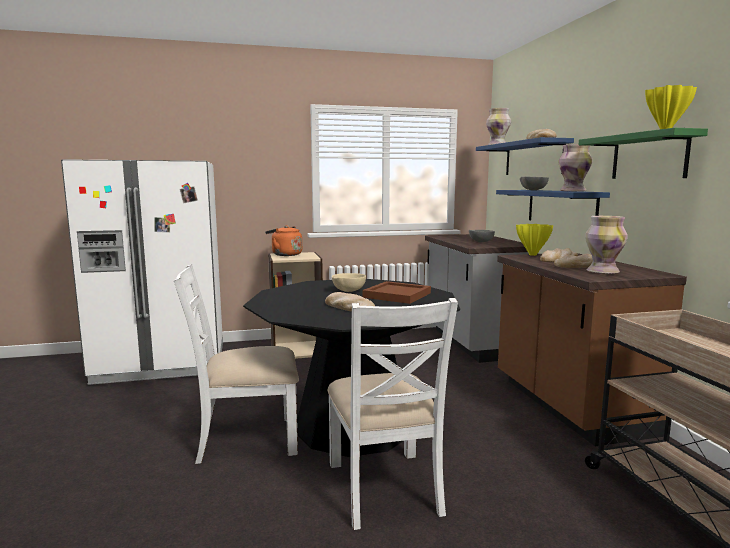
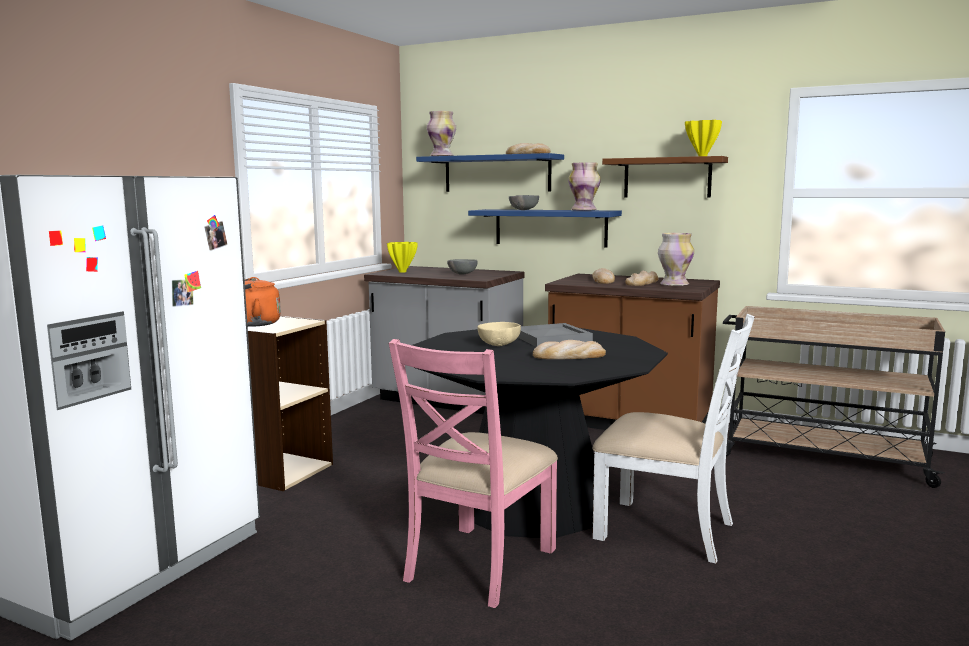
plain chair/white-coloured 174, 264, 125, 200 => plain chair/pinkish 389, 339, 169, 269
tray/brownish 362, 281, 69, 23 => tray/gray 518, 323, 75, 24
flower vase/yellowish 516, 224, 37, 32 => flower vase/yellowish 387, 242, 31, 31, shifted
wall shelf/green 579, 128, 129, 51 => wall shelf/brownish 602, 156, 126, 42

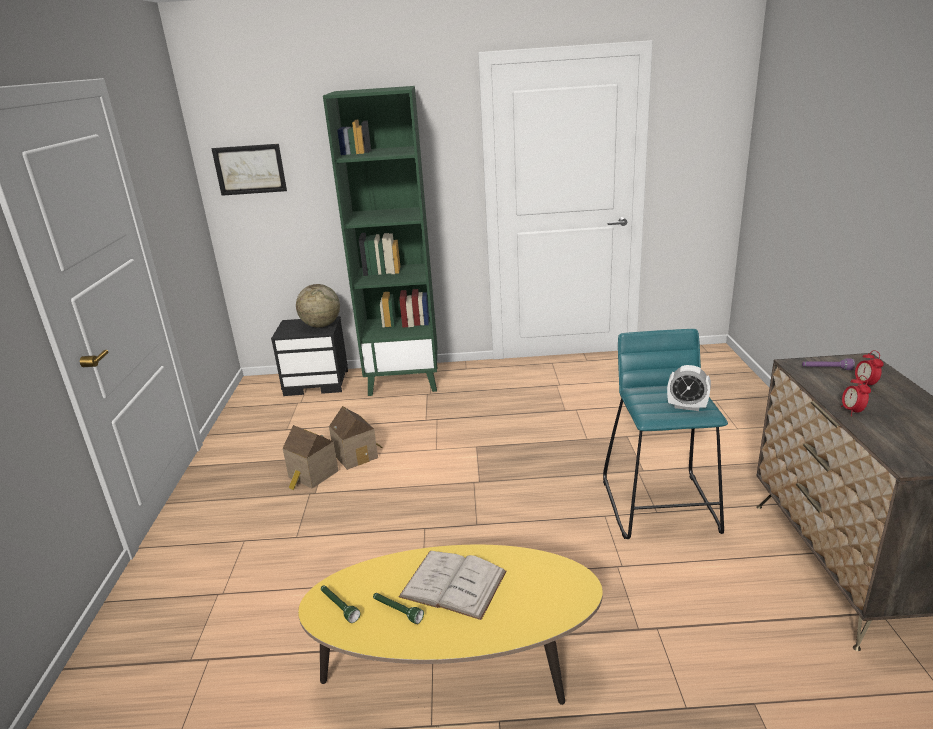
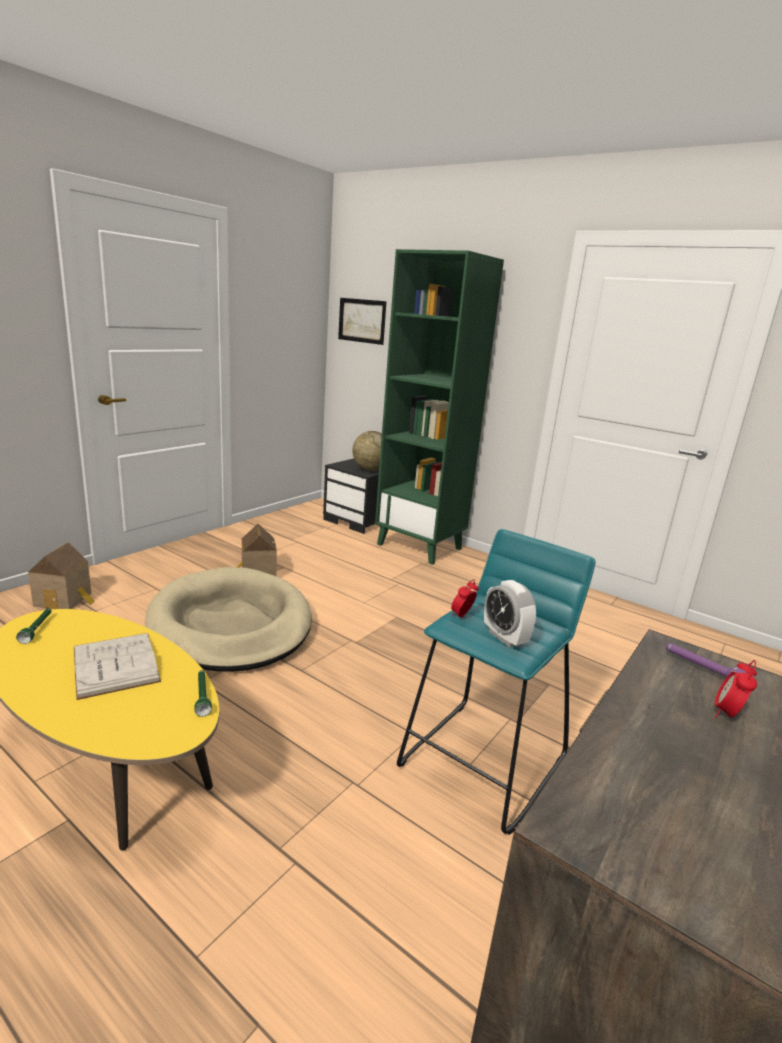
model house 329, 406, 53, 64 => model house 28, 542, 67, 67, shifted
flashlight/green 373, 593, 51, 31 => flashlight/green 194, 670, 18, 47, shifted
table clock 841, 375, 30, 41 => table clock 451, 579, 28, 39, shifted
nothing => dog cushion/beige 145, 567, 167, 105

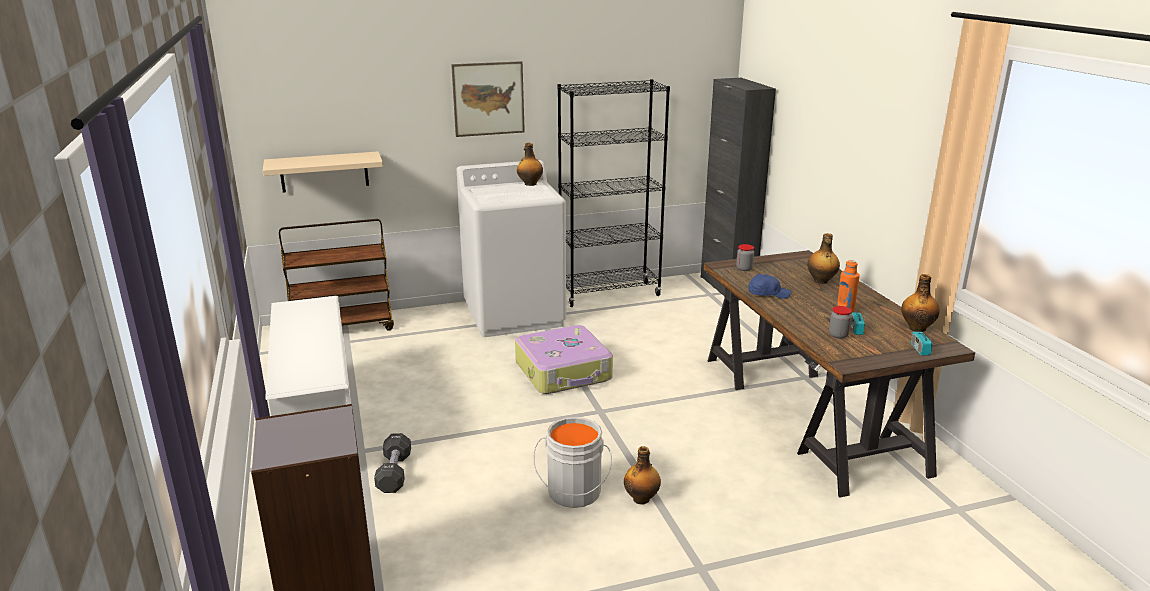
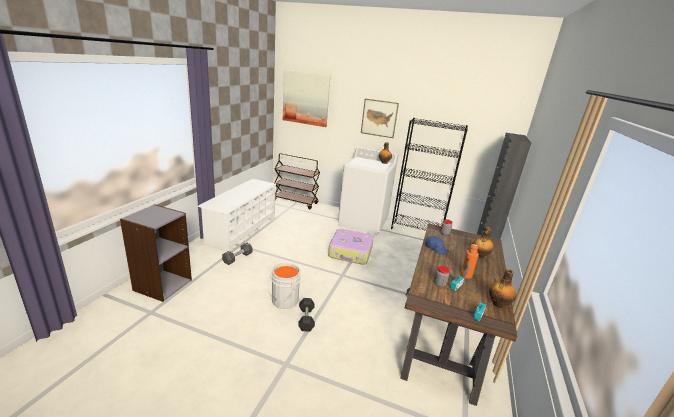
wall shelf/beige 263, 151, 120, 42 => nothing
beverage bottle 624, 446, 37, 58 => dumbbell/black-coloured 298, 298, 17, 33
nothing => wall art 283, 70, 48, 57

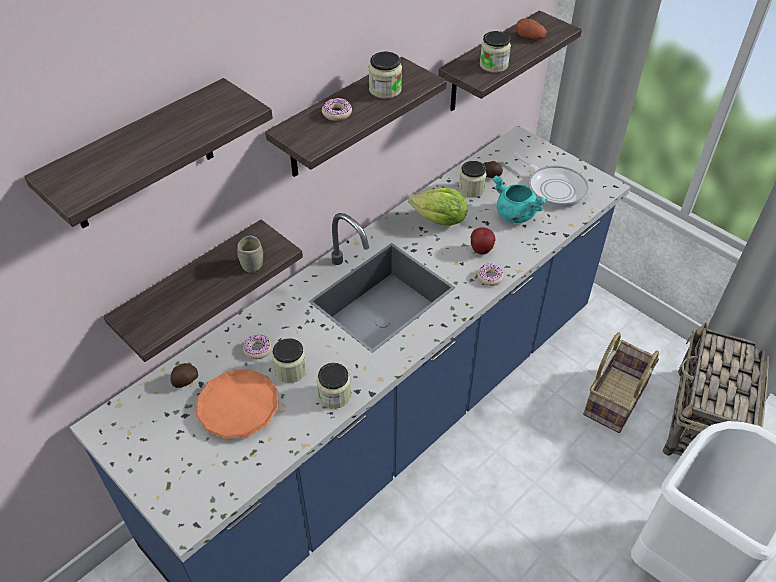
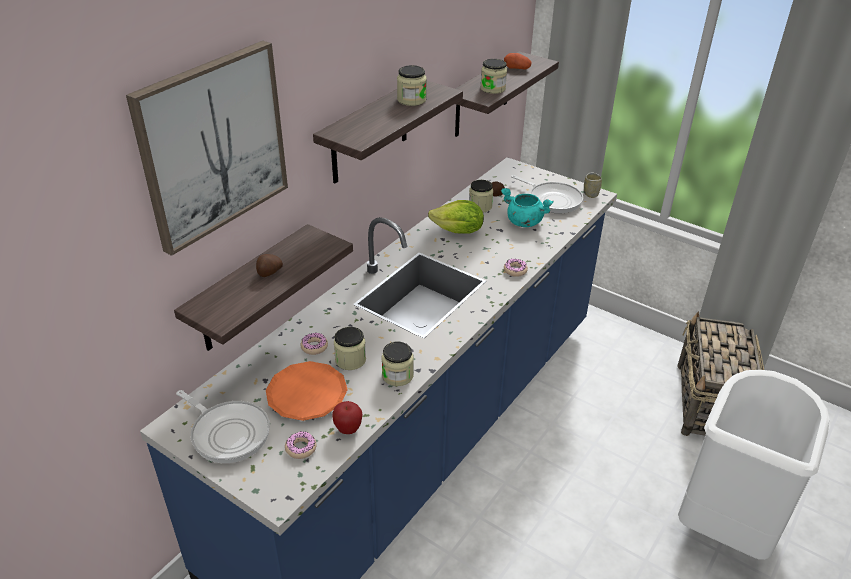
wall shelf 24, 78, 249, 150 => wall art 126, 41, 162, 215
potato 171, 363, 27, 25 => potato 256, 254, 27, 23, shifted
small cup 237, 236, 26, 37 => small cup 584, 172, 18, 26, shifted
ring doughnut 322, 98, 30, 23 => ring doughnut 285, 431, 31, 28, shifted
whole apple 471, 228, 25, 26 => whole apple 332, 401, 31, 33, shifted
household basket 583, 333, 76, 100 => nothing
nothing => frying pan 176, 390, 94, 73

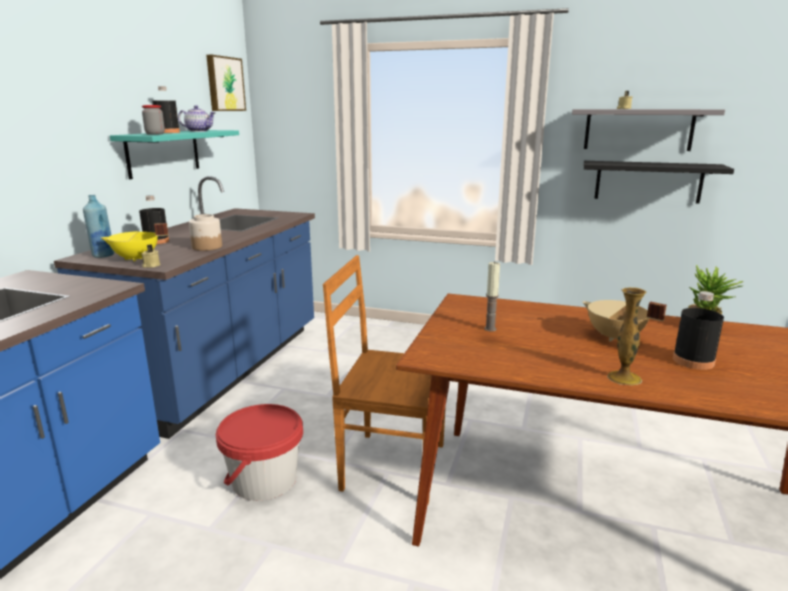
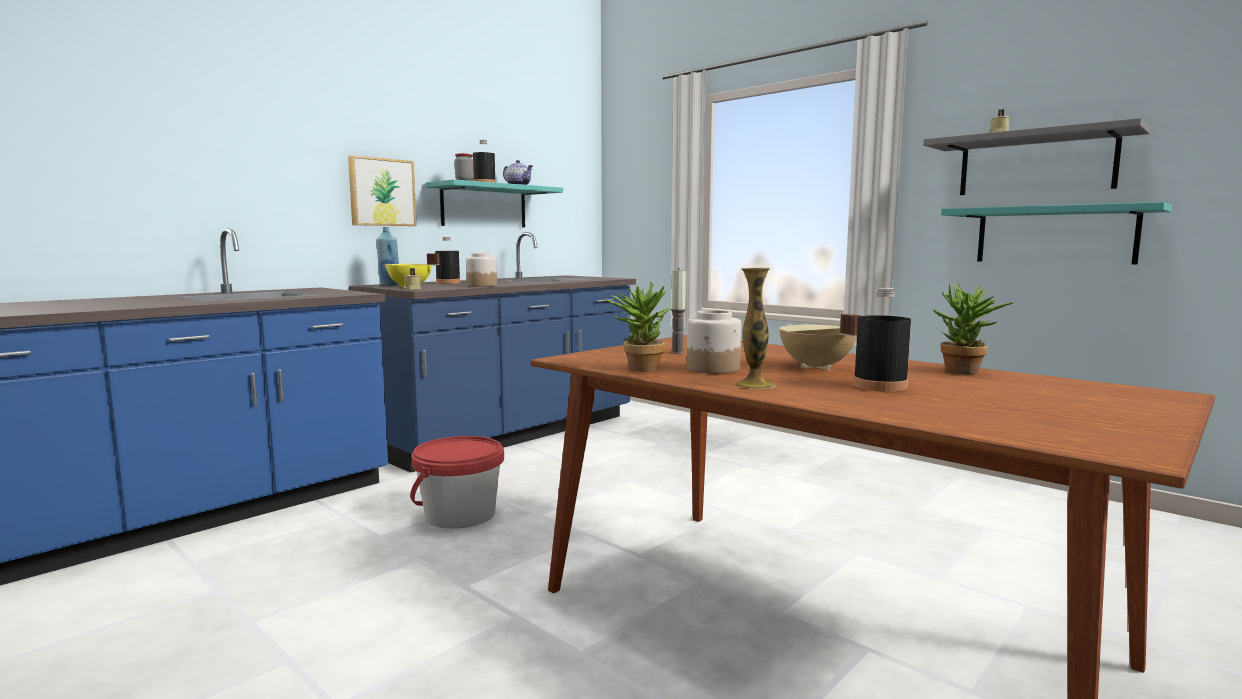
wall art 206, 55, 40, 56 => wall art 348, 155, 69, 71, shifted
plain chair/brownish 323, 255, 123, 249 => nothing
wall shelf/black-coloured 584, 161, 150, 43 => wall shelf/turquoise-coloured 941, 202, 231, 62
nothing => plant in a pot 605, 281, 65, 91
nothing => jar 687, 310, 54, 64

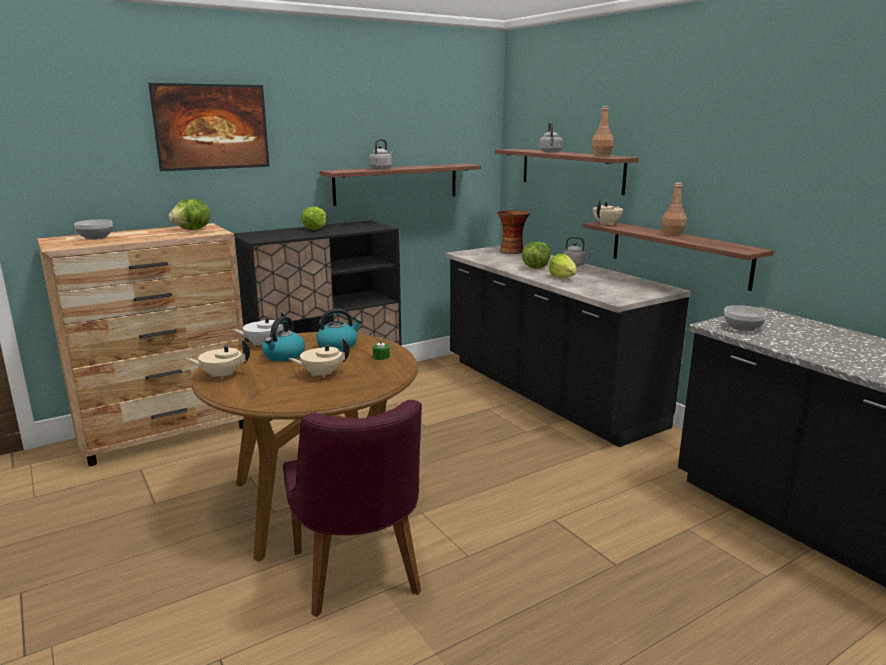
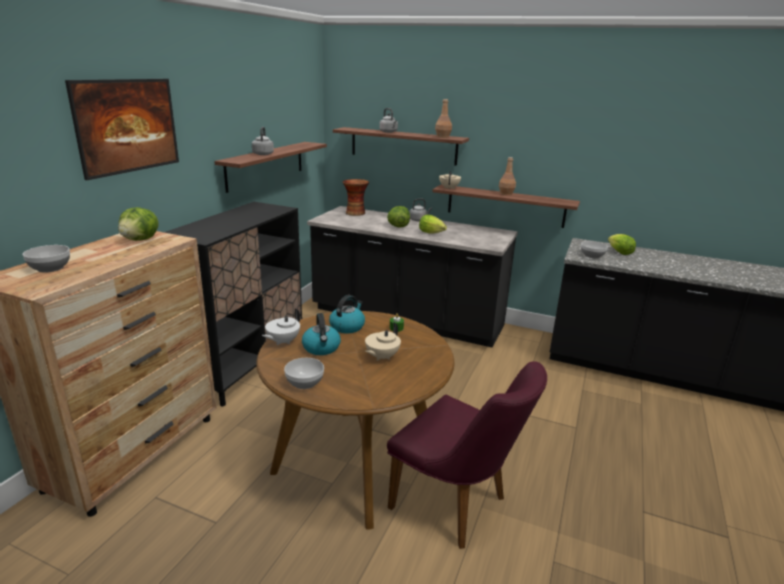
tea pot/beige 186, 340, 64, 39 => bowl 284, 358, 40, 31
head of lettuce 301, 206, 25, 24 => head of lettuce 608, 234, 28, 21, shifted

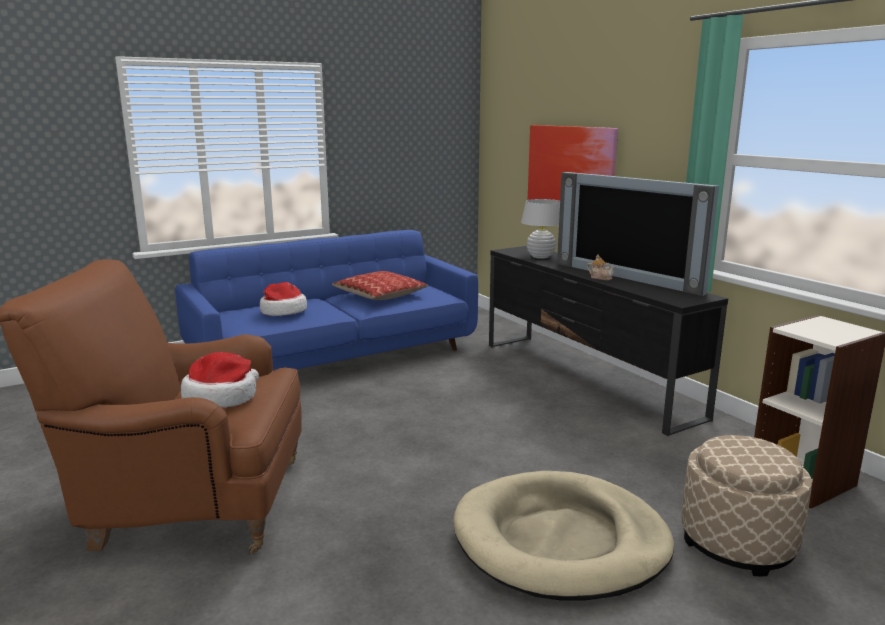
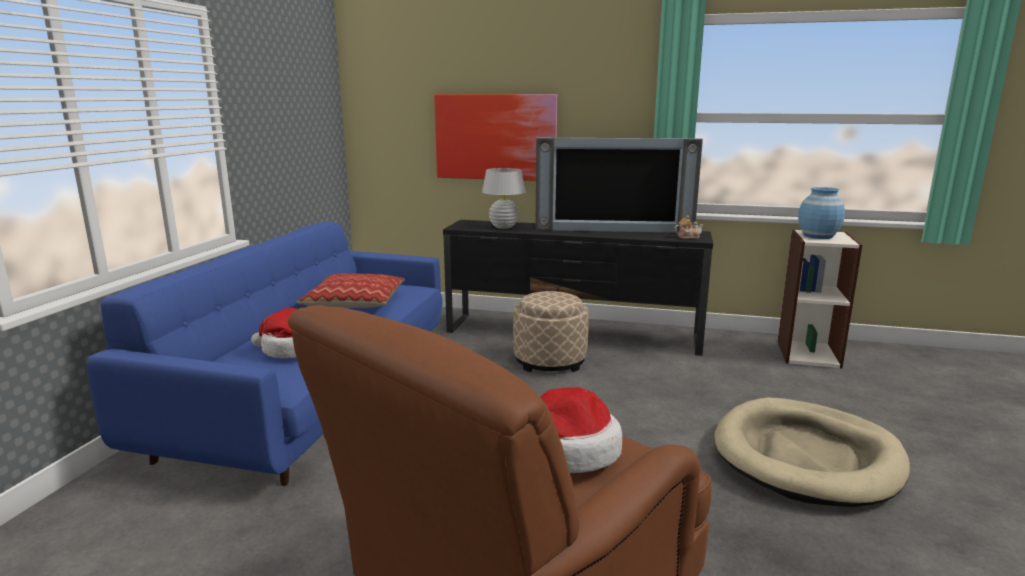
tea pot 587, 255, 28, 25 => tea pot 675, 215, 29, 24, shifted
pouffe/beige 681, 435, 131, 142 => pouffe/beige 513, 291, 76, 81, shifted
nothing => flower vase/blue-coloured 798, 187, 47, 52

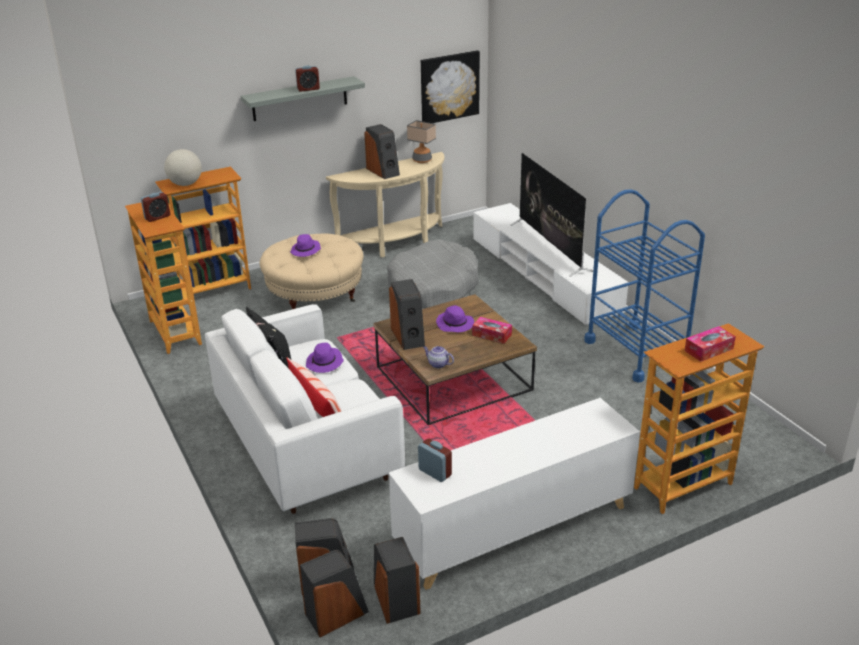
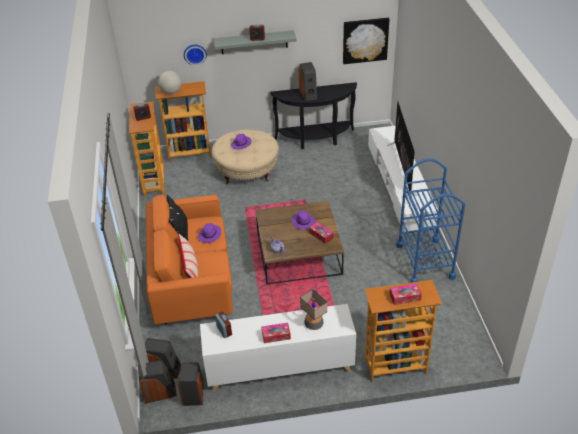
sofa/white-coloured 205, 304, 200, 210 => sofa/orange 146, 195, 87, 130
console table/beige 326, 152, 118, 106 => console table/black-coloured 270, 82, 87, 67
dog cushion/gray 387, 239, 92, 70 => nothing
speaker 389, 279, 36, 71 => nothing
table lamp 407, 120, 29, 43 => table lamp 300, 289, 27, 41, shifted
nothing => clock on the wall 184, 44, 23, 21
nothing => tissue holder 262, 323, 29, 20

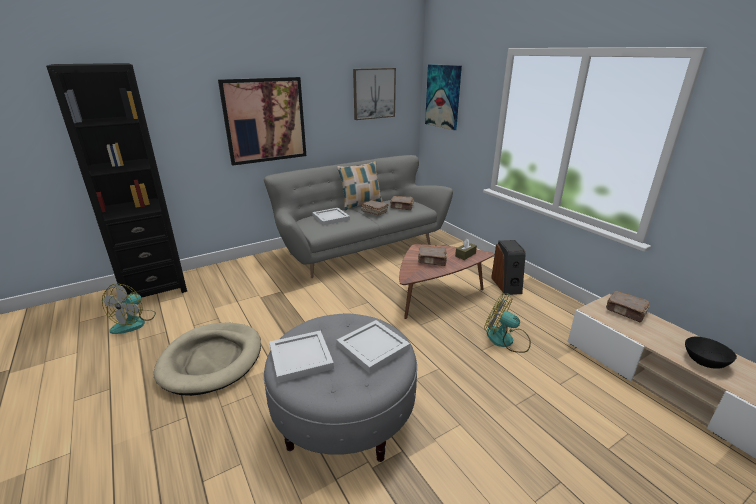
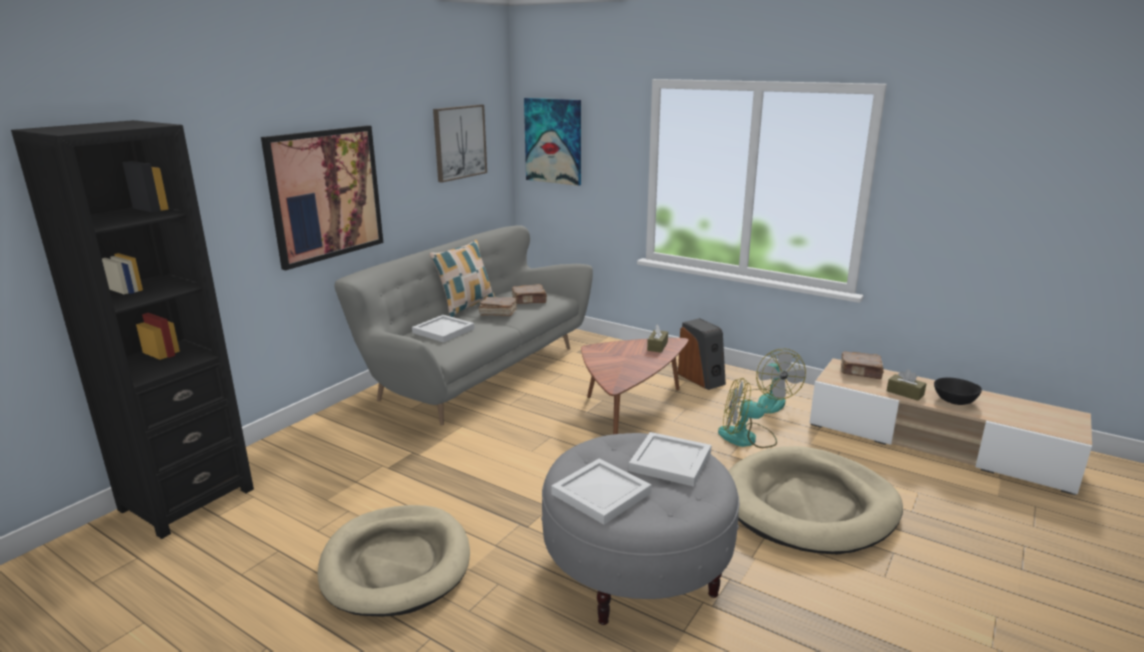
cooling fan 102, 284, 54, 50 => cooling fan 740, 349, 66, 64, shifted
bound book/brownish 418, 246, 29, 20 => nothing
nothing => dog cushion/beige 728, 446, 175, 108
nothing => tissue holder/brownish 887, 369, 40, 32

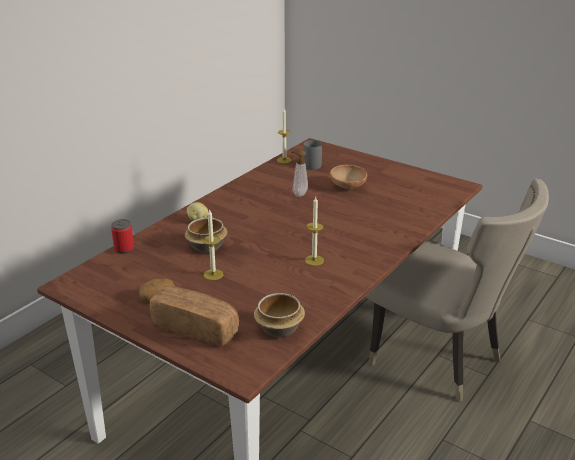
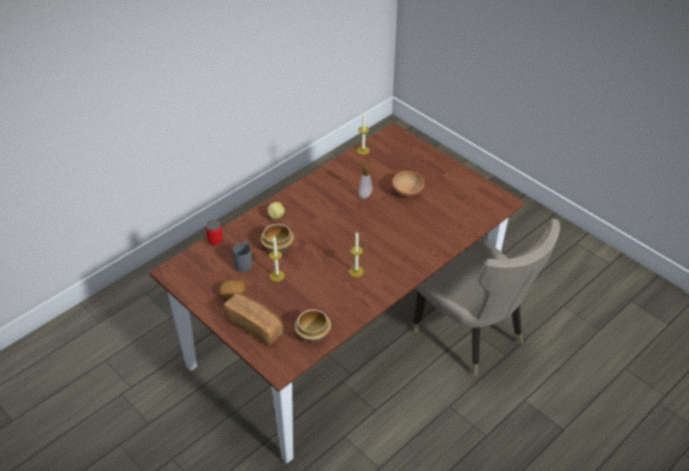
coffee mug/gray 303, 140, 19, 30 => coffee mug/gray 233, 241, 19, 31, shifted

